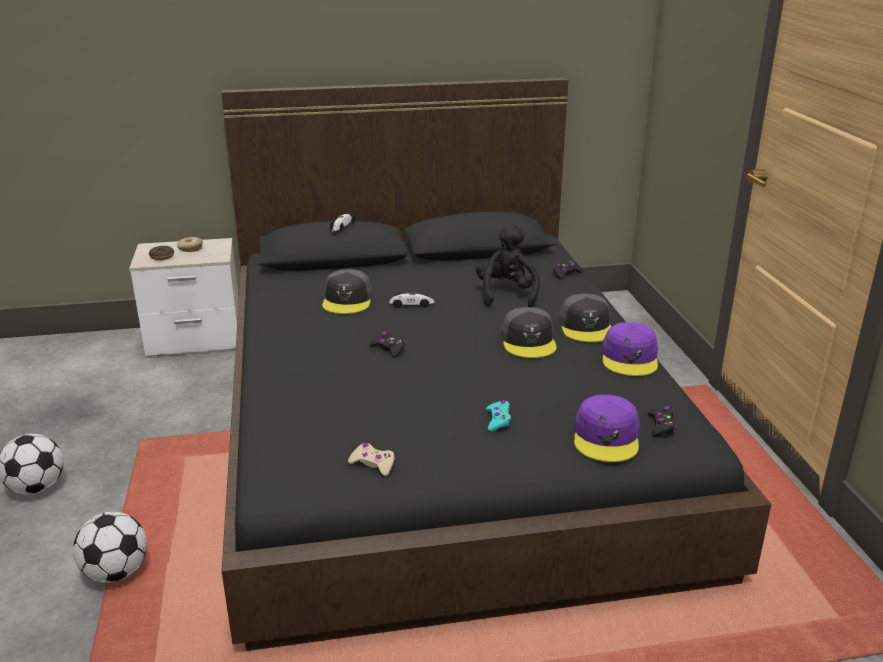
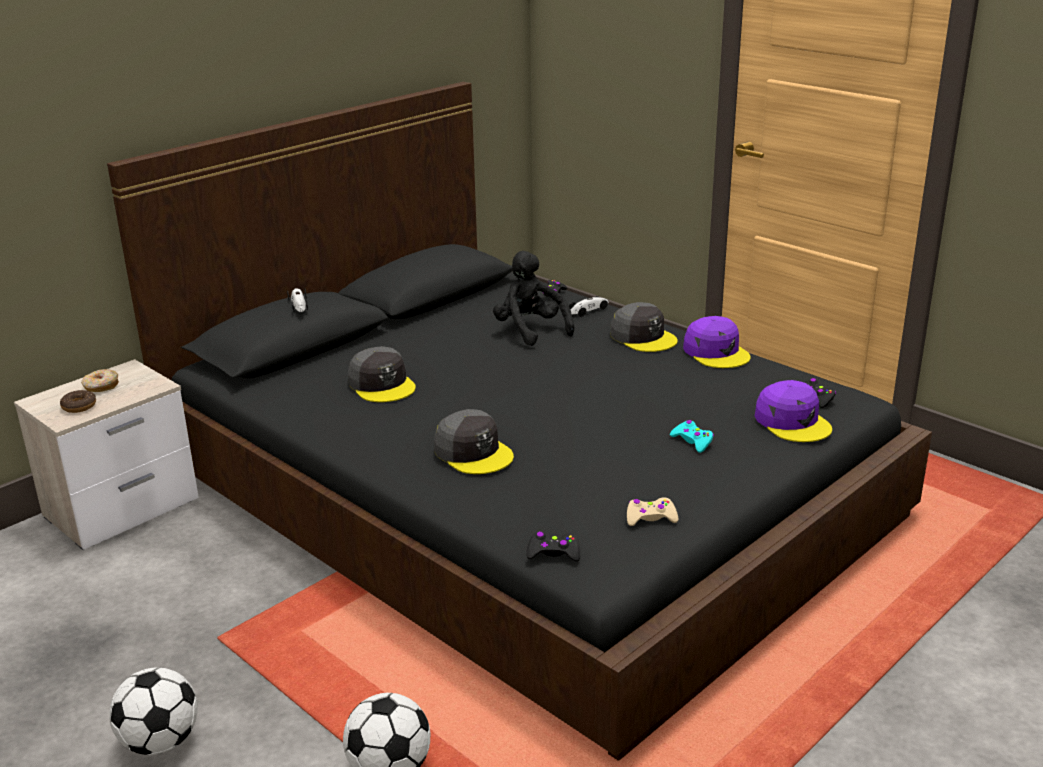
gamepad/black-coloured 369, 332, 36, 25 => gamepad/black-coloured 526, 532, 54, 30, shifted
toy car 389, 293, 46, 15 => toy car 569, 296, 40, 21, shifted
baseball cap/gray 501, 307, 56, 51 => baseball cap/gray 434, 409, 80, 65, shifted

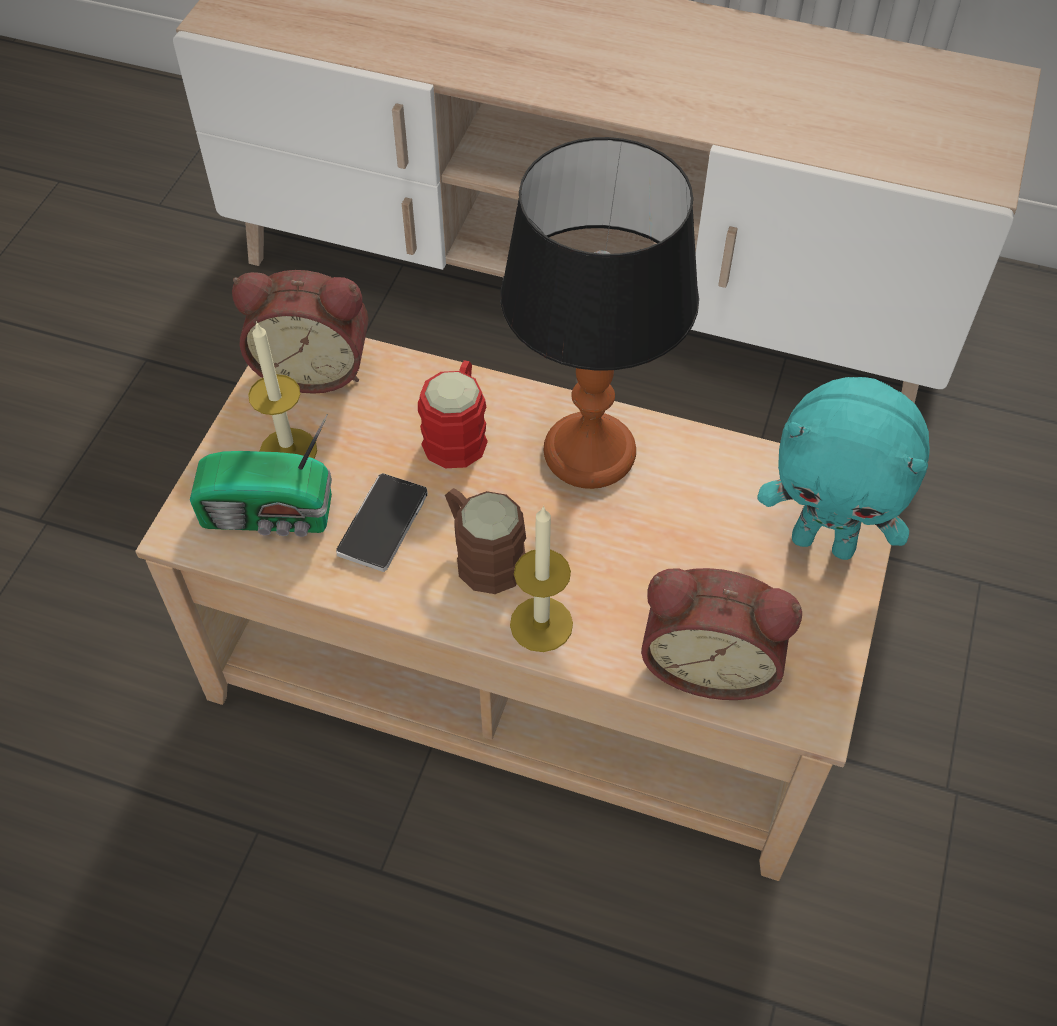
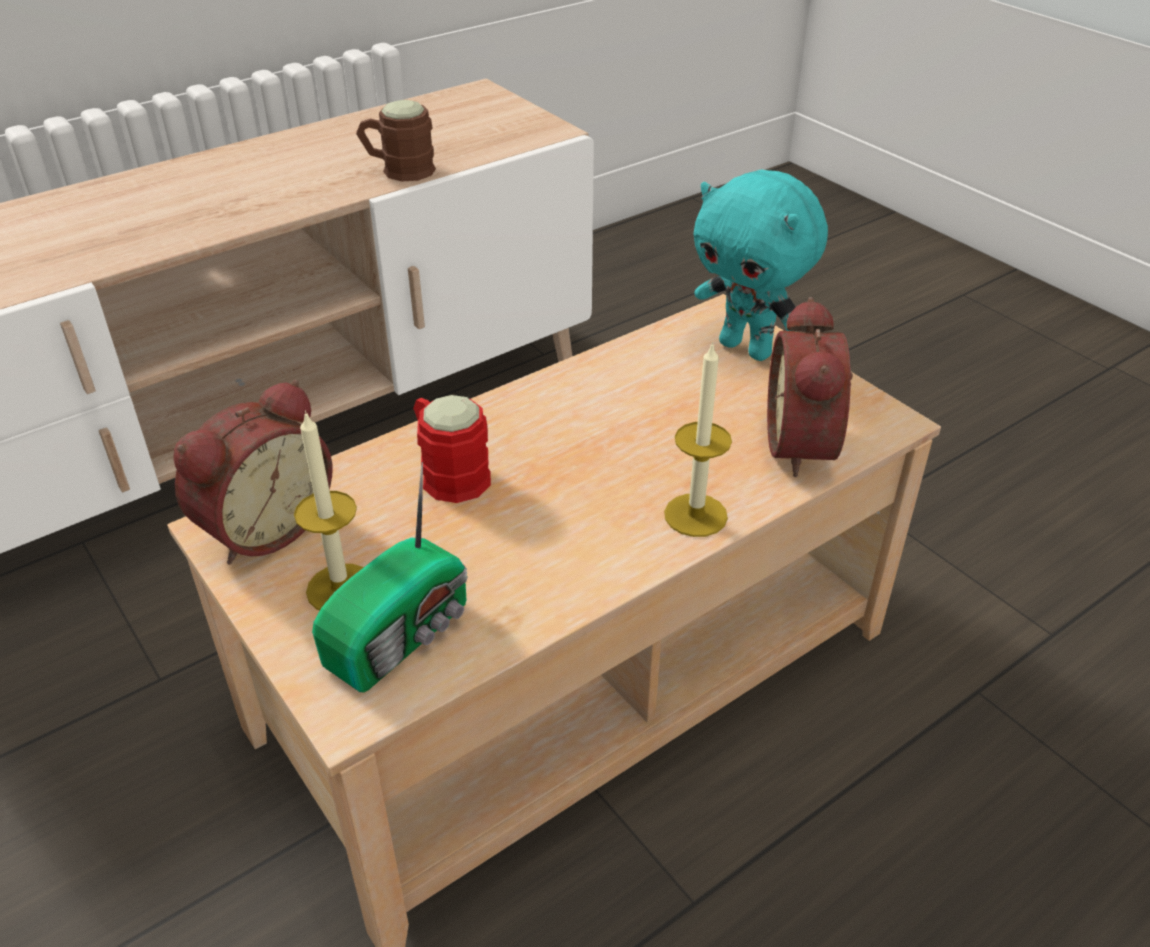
handset 336, 473, 92, 99 => nothing
coffee mug/brownish 445, 488, 81, 106 => coffee mug/brownish 356, 100, 80, 81, shifted
table lamp 500, 137, 199, 352 => nothing
table clock 641, 568, 161, 132 => table clock 767, 297, 86, 181, 135 degrees clockwise
plush toy/turquoise-coloured 757, 377, 173, 183 => plush toy/turquoise-coloured 694, 169, 134, 192, 75 degrees clockwise

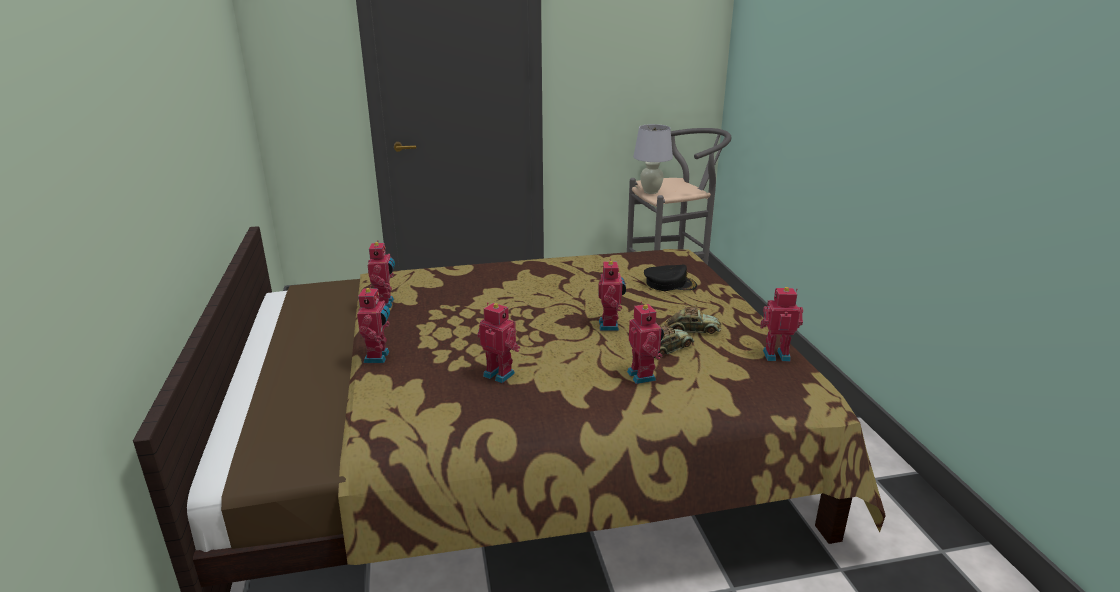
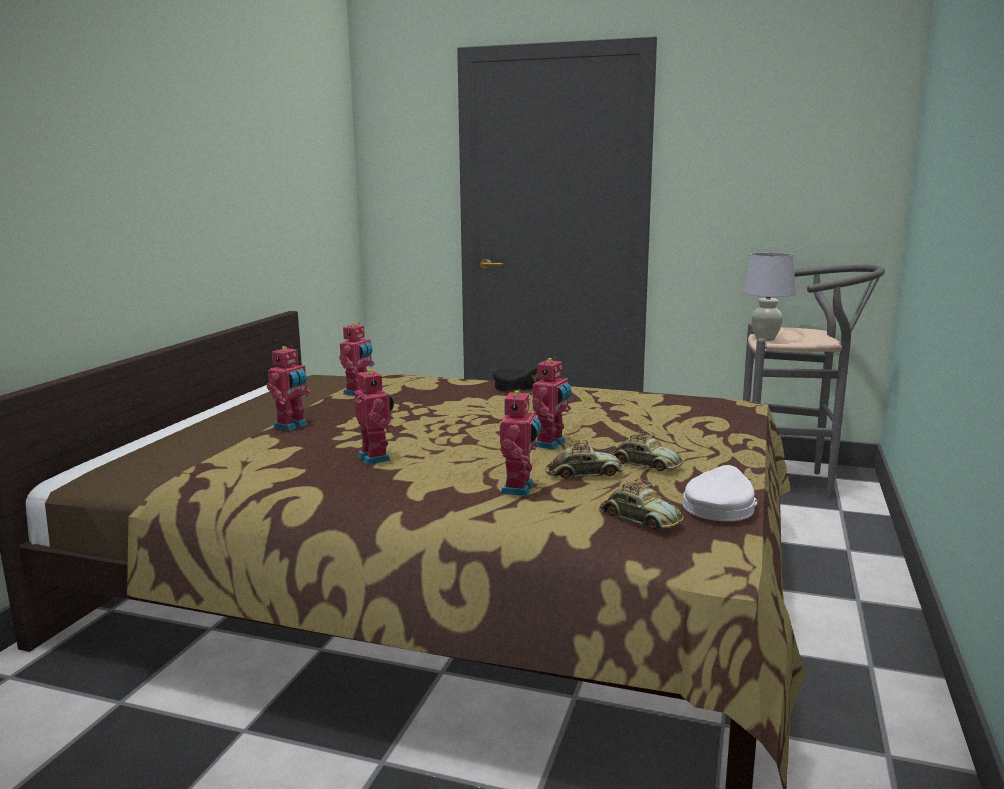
baseball cap/black-coloured 644, 265, 53, 26 => baseball cap/black-coloured 493, 367, 46, 27, shifted
model robot 760, 287, 43, 74 => baseball cap/white-coloured 683, 465, 74, 56
nothing => toy car 600, 479, 84, 51

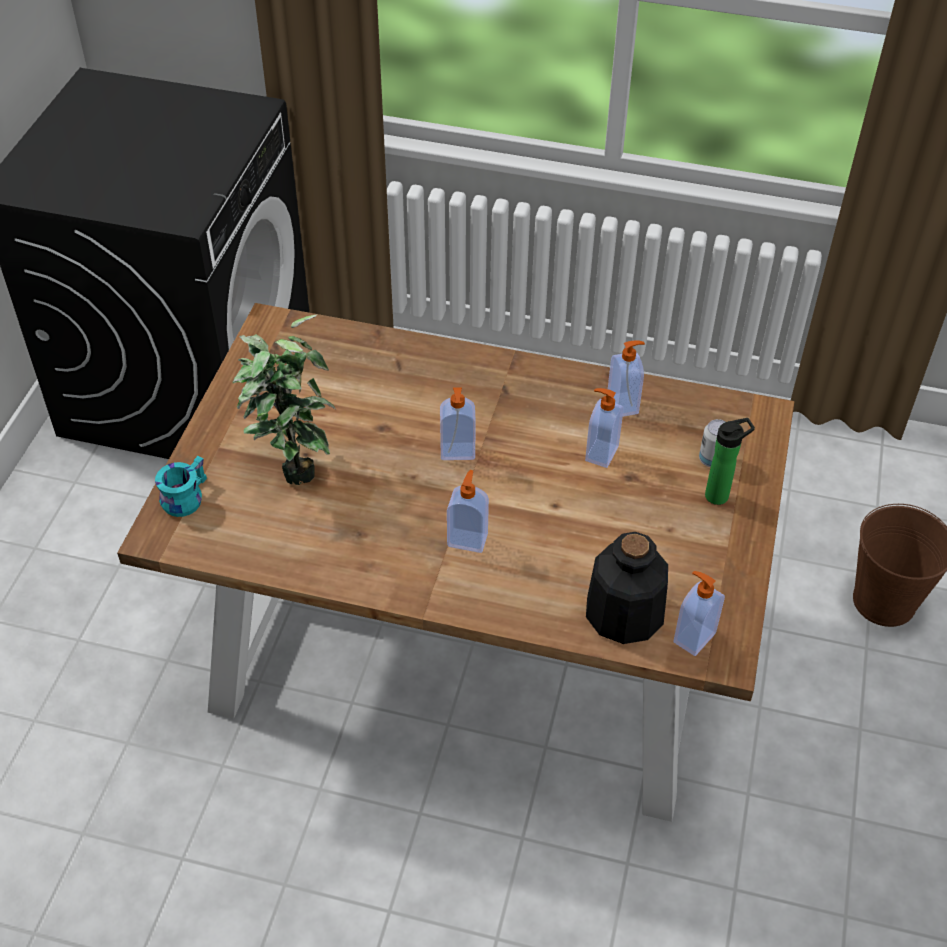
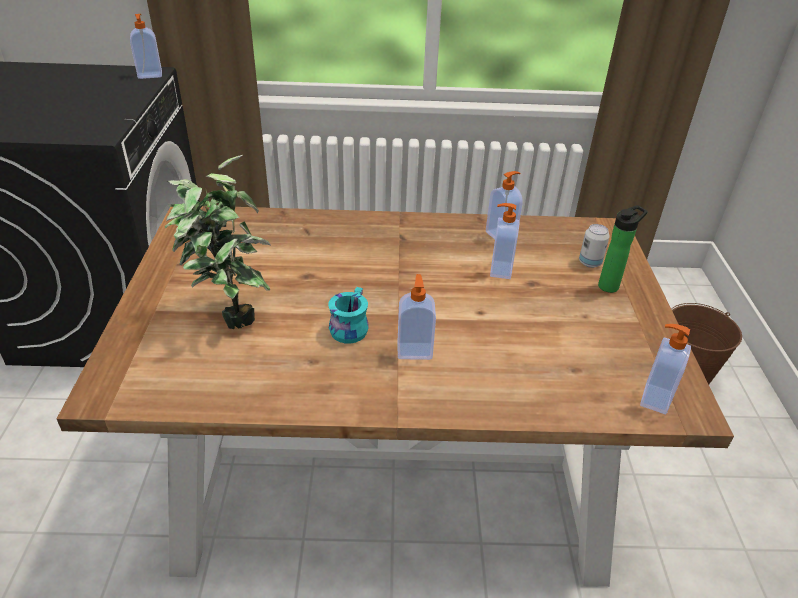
coffee mug/turquoise-coloured 155, 456, 52, 61 => coffee mug/turquoise-coloured 328, 287, 41, 56, shifted
soap bottle 440, 387, 36, 73 => soap bottle 130, 14, 32, 65, shifted
beverage bottle 586, 532, 82, 112 => nothing

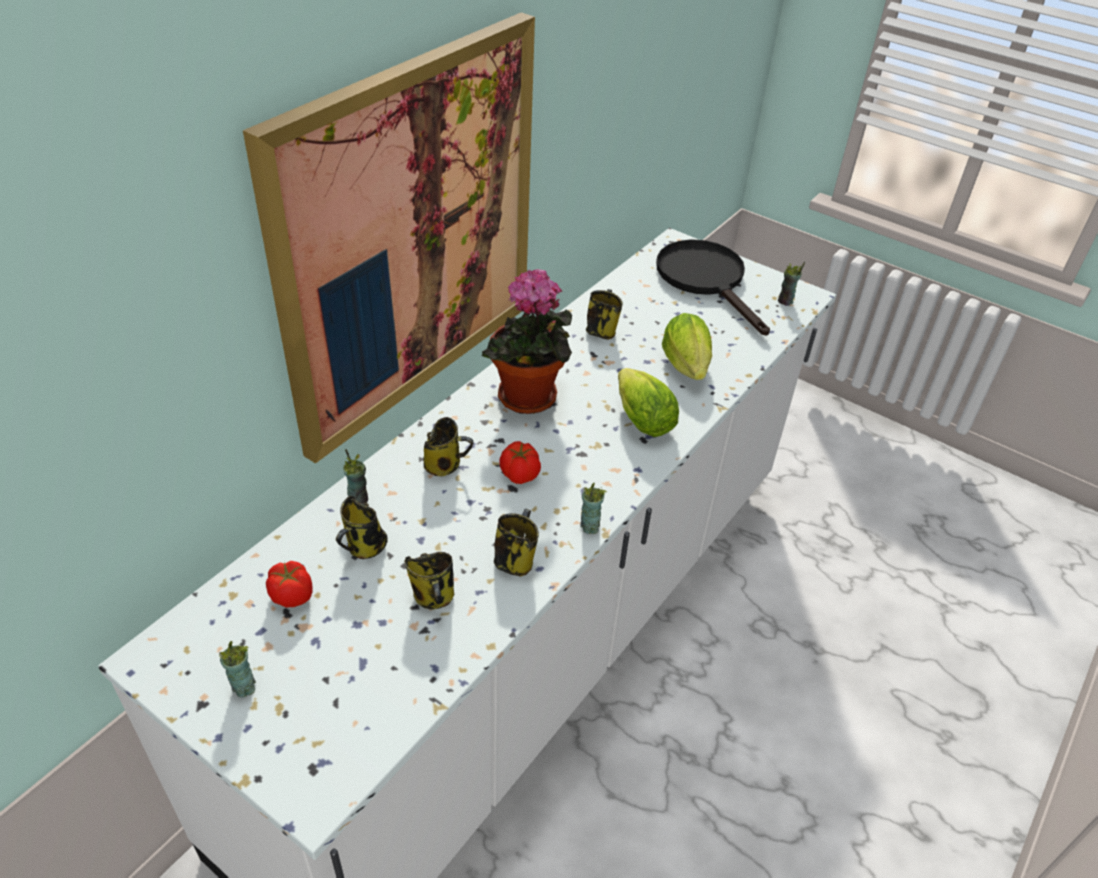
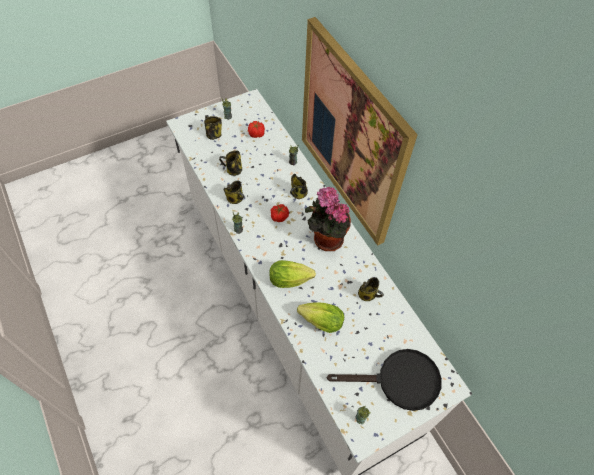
coffee mug 336, 496, 52, 63 => coffee mug 204, 115, 18, 25, shifted

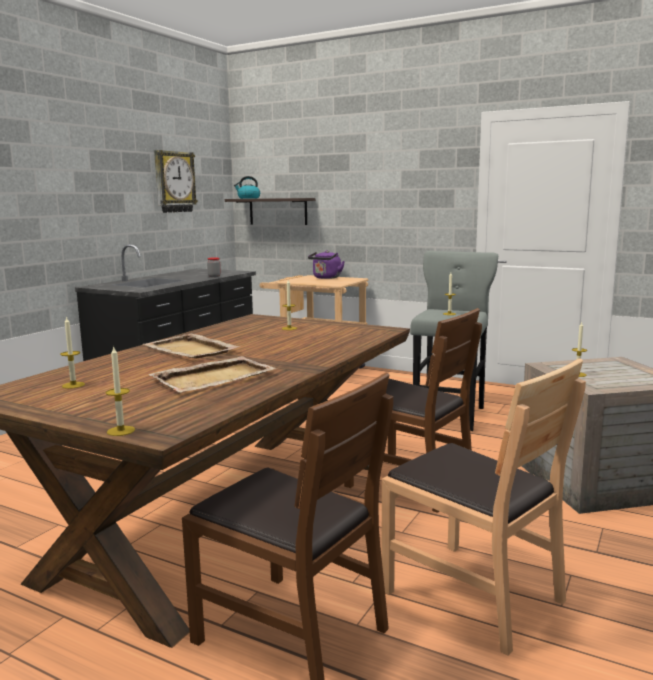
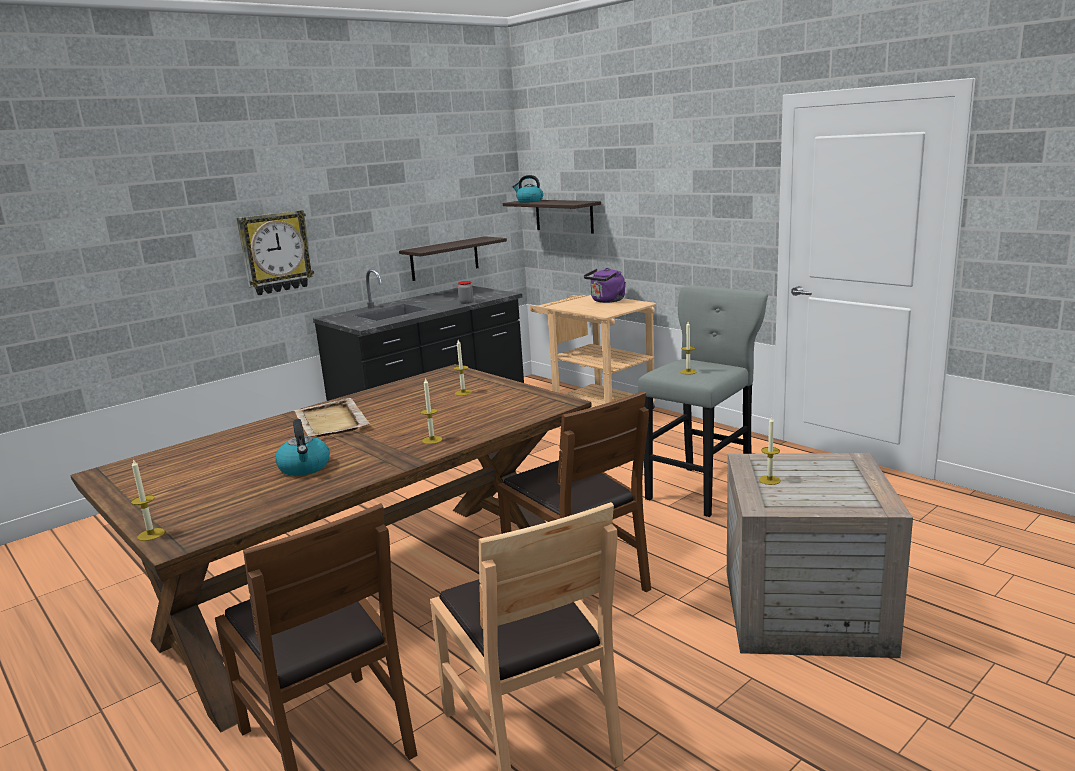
candle 60, 316, 25, 73 => candle 420, 378, 22, 66, shifted
tray/beige 149, 356, 127, 36 => tea kettle 275, 419, 55, 57
clock on the wall 154, 150, 44, 63 => clock on the wall 237, 210, 77, 85, shifted
nothing => wall shelf 399, 236, 108, 45

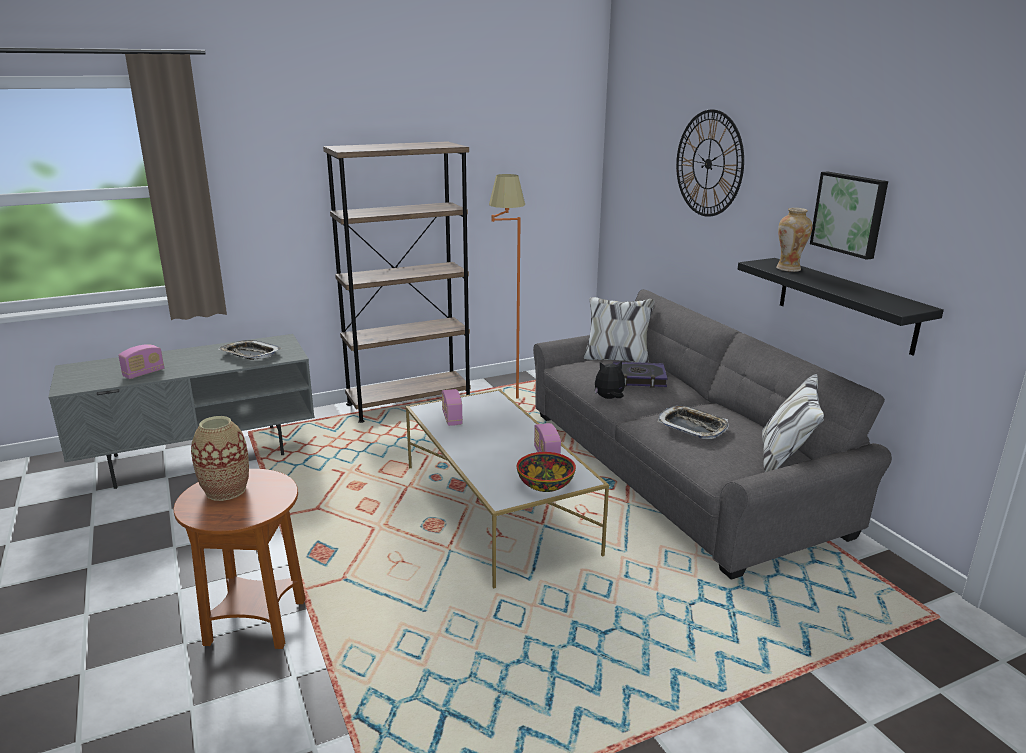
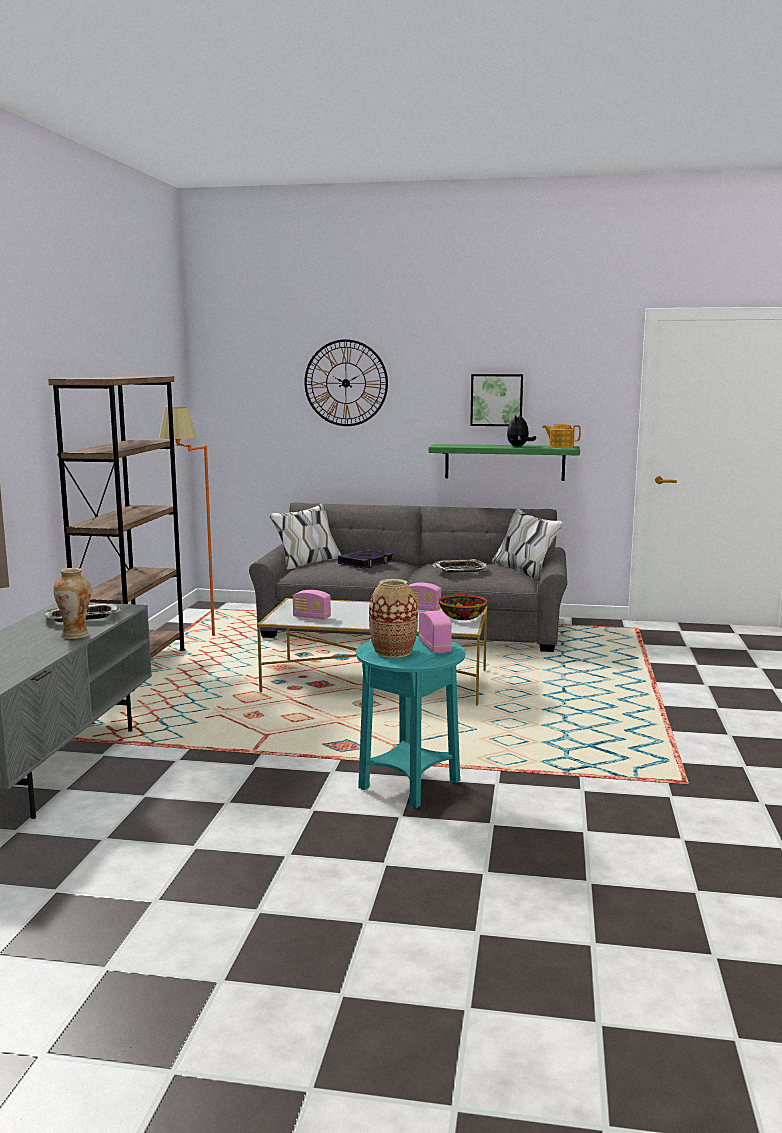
radio set 118, 344, 46, 35 => radio set 419, 611, 33, 42, shifted
end table/brownish 174, 469, 131, 180 => end table/turquoise-coloured 356, 635, 109, 173
plush toy 595, 361, 30, 38 => plush toy 507, 414, 29, 33, shifted
wall shelf/black-coloured 738, 258, 206, 97 => wall shelf/green 429, 444, 151, 37
flower vase 776, 208, 37, 64 => flower vase 53, 568, 38, 71, shifted
nothing => tea pot 542, 424, 39, 24

